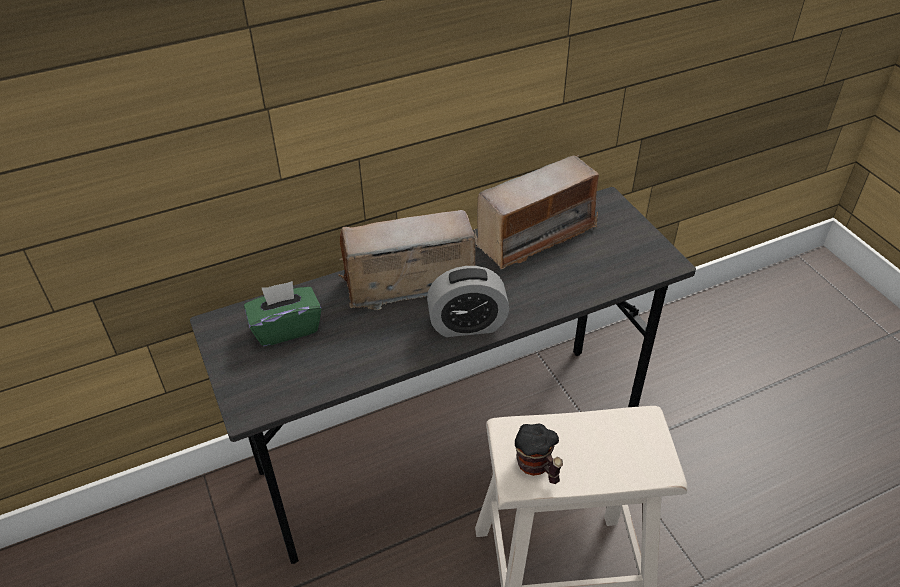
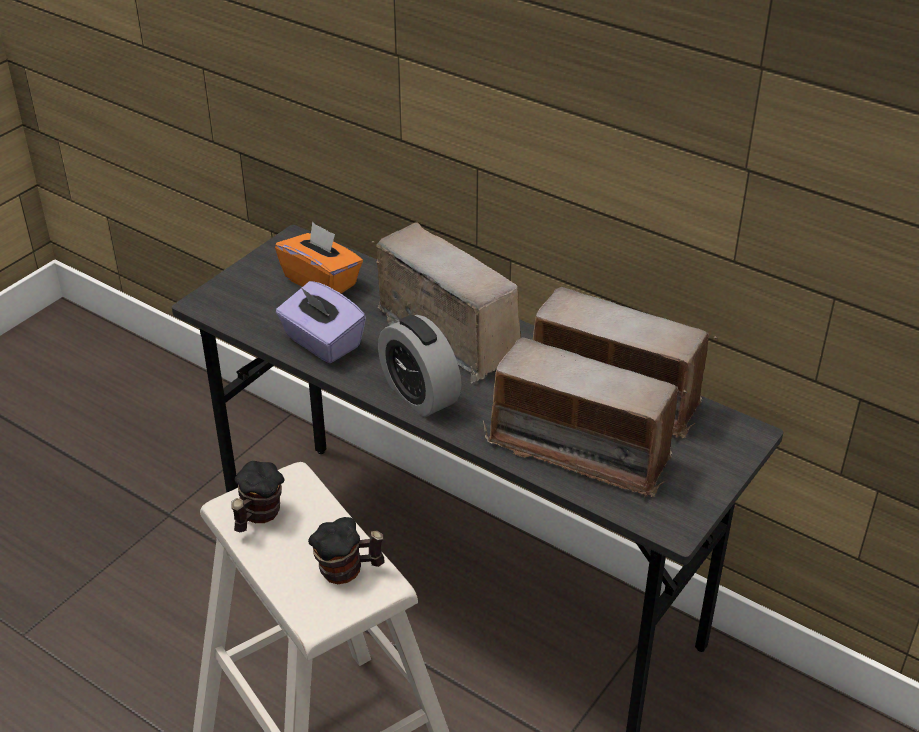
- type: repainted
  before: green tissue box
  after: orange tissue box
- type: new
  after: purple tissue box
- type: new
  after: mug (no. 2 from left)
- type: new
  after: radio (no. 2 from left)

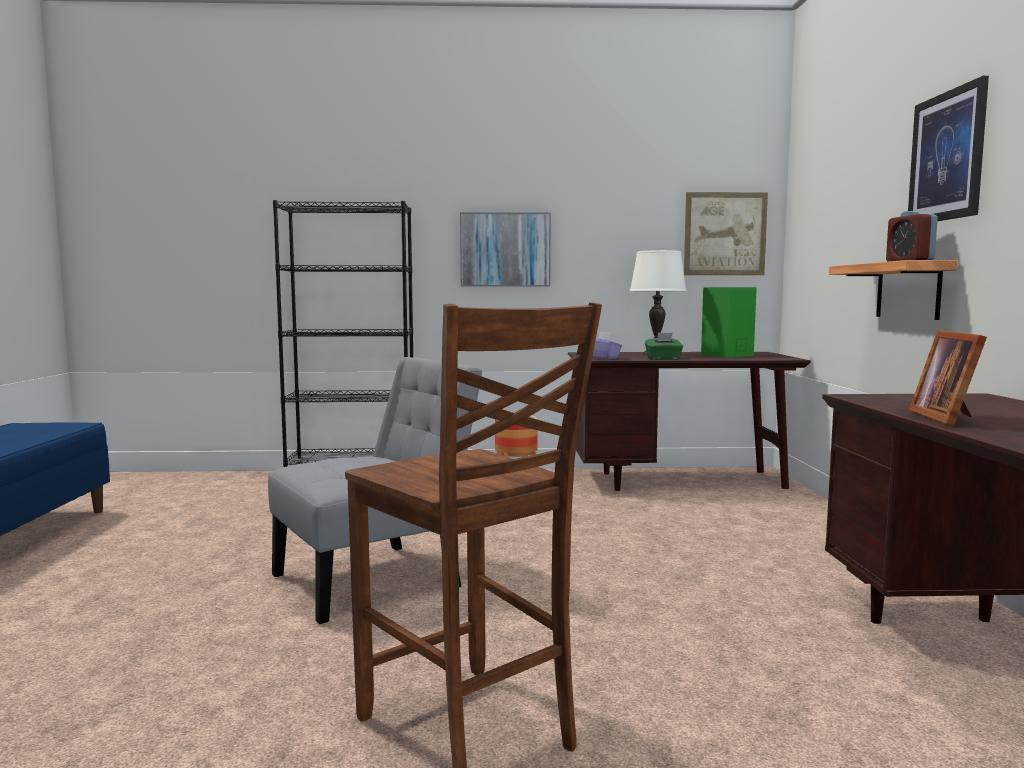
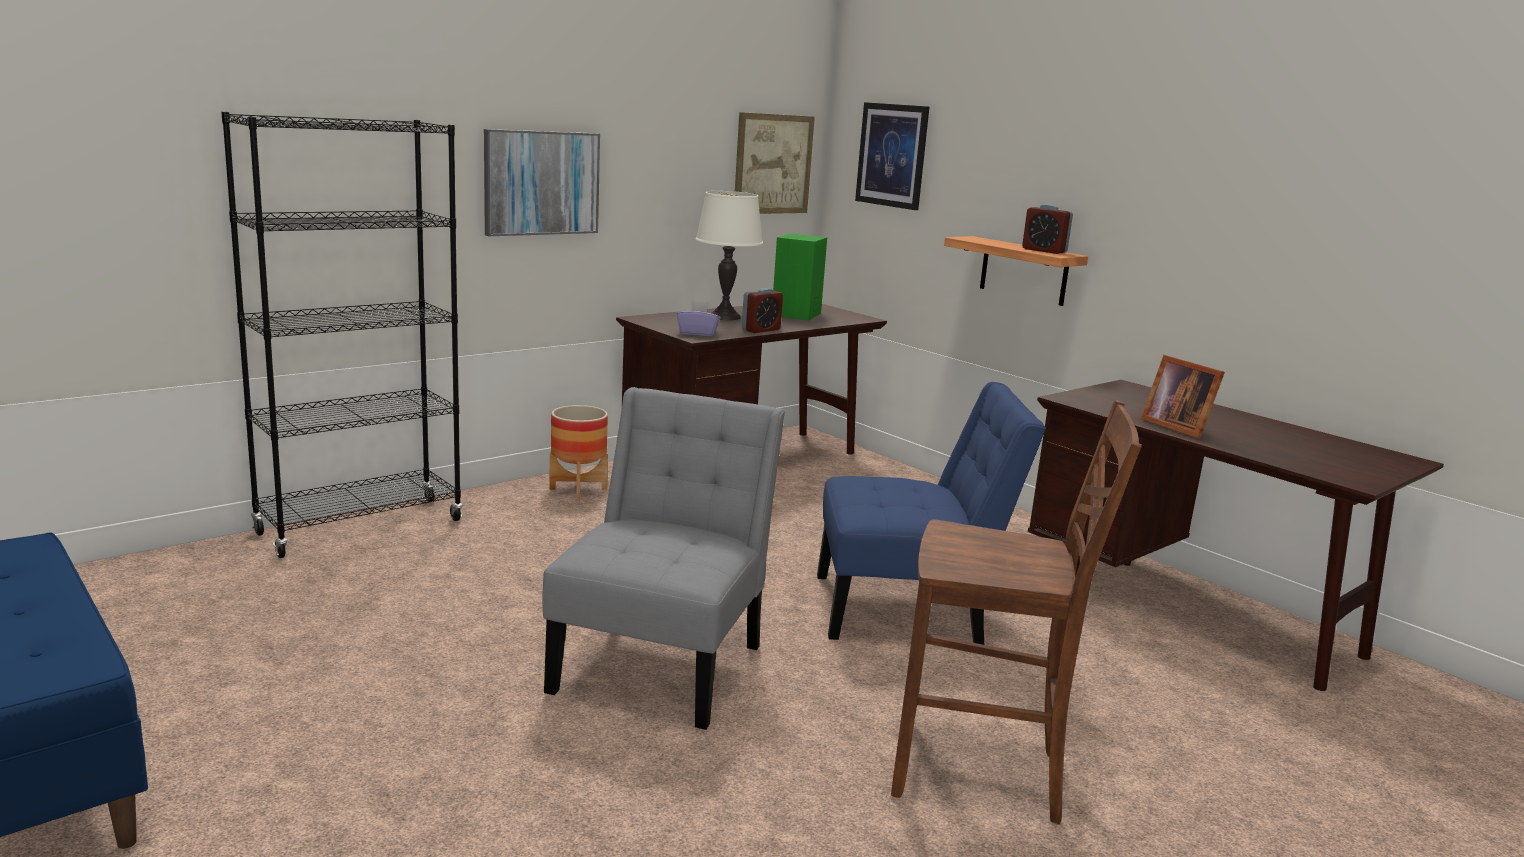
- type: swapped
  before: green tissue box
  after: alarm clock (no. 1 from left)
- type: shifted
  before: picture (no. 3 from left)
- type: new
  after: blue chair

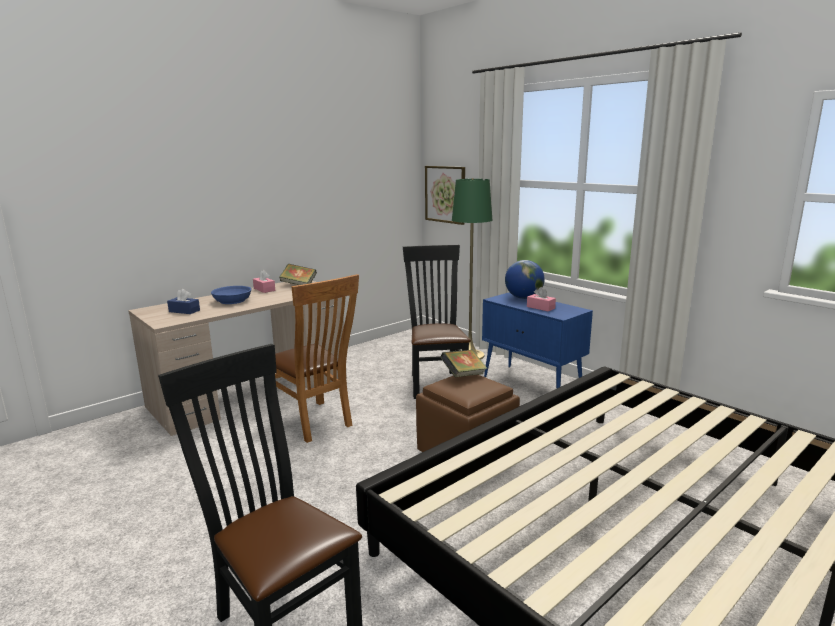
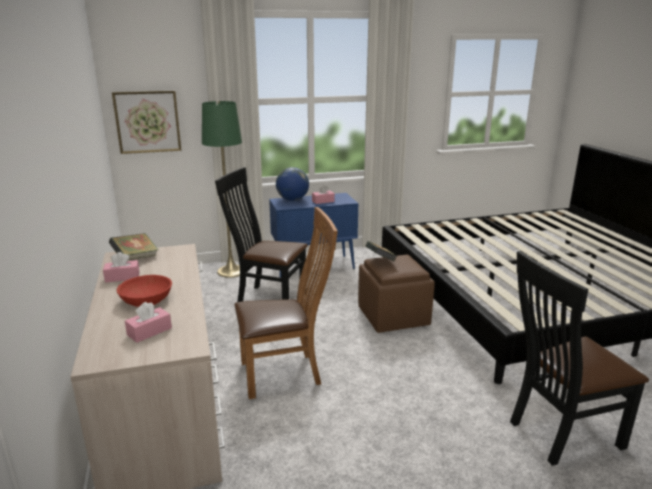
- type: repainted
  before: blue tissue box
  after: pink tissue box (no. 2 from left)
- type: repainted
  before: blue bowl
  after: red bowl

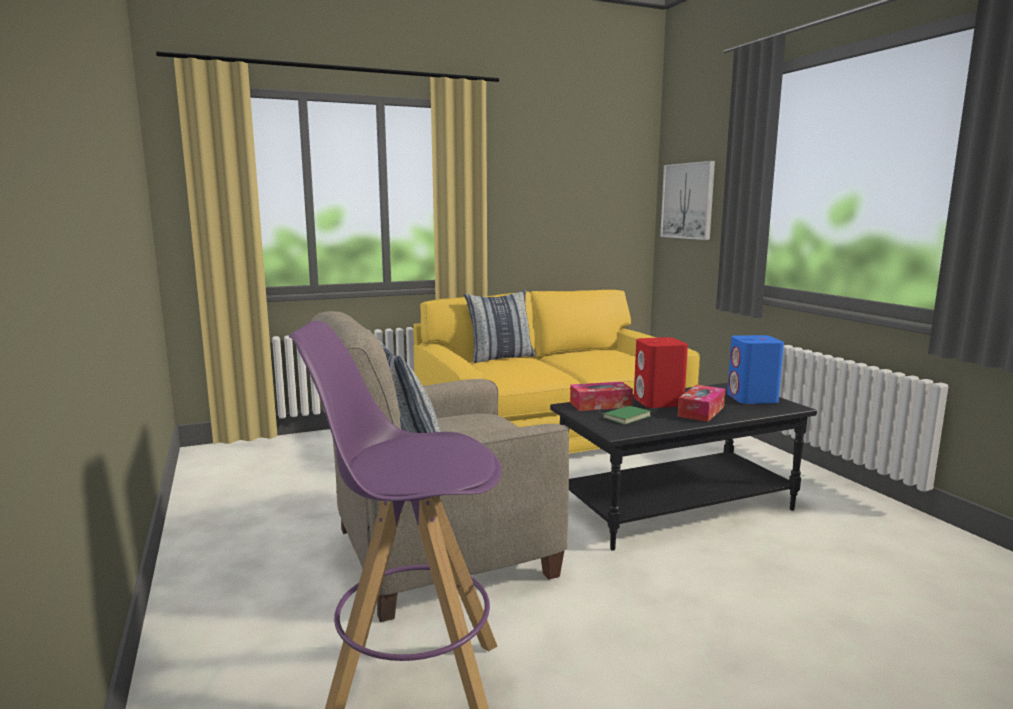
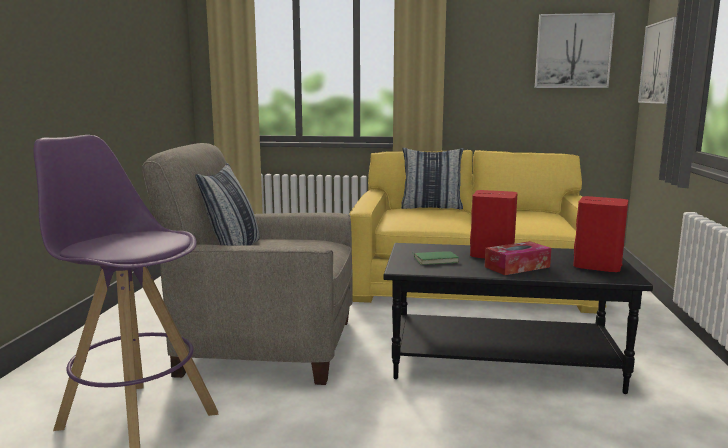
- type: gone
  before: tissue box (no. 1 from left)
- type: repainted
  before: blue speaker
  after: red speaker (no. 2 from left)
- type: new
  after: picture (no. 1 from left)

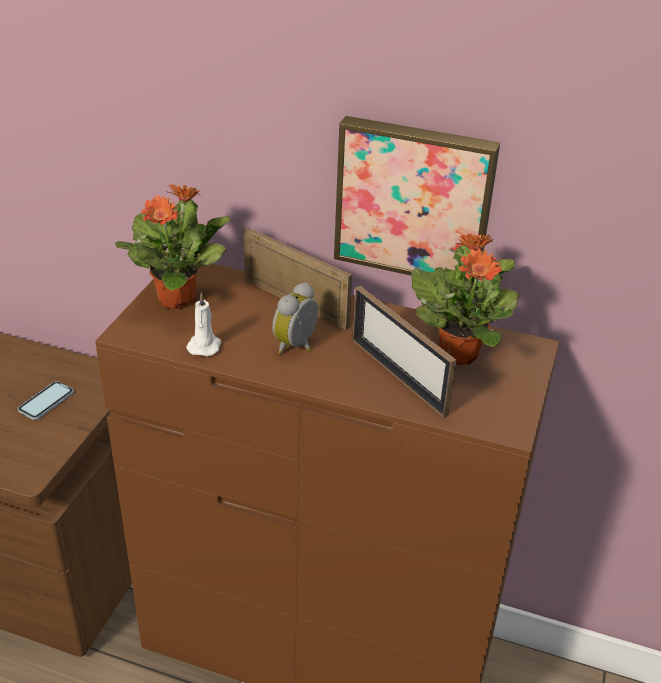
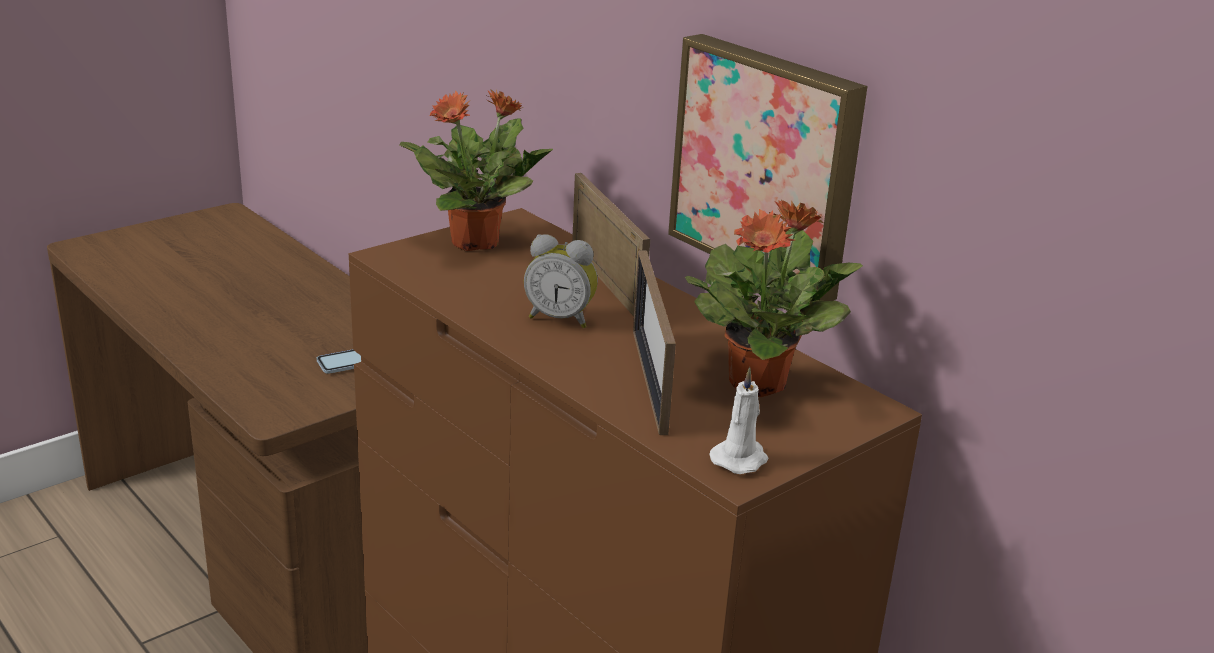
- type: shifted
  before: white candle
- type: rotated
  before: alarm clock
  turn: -135

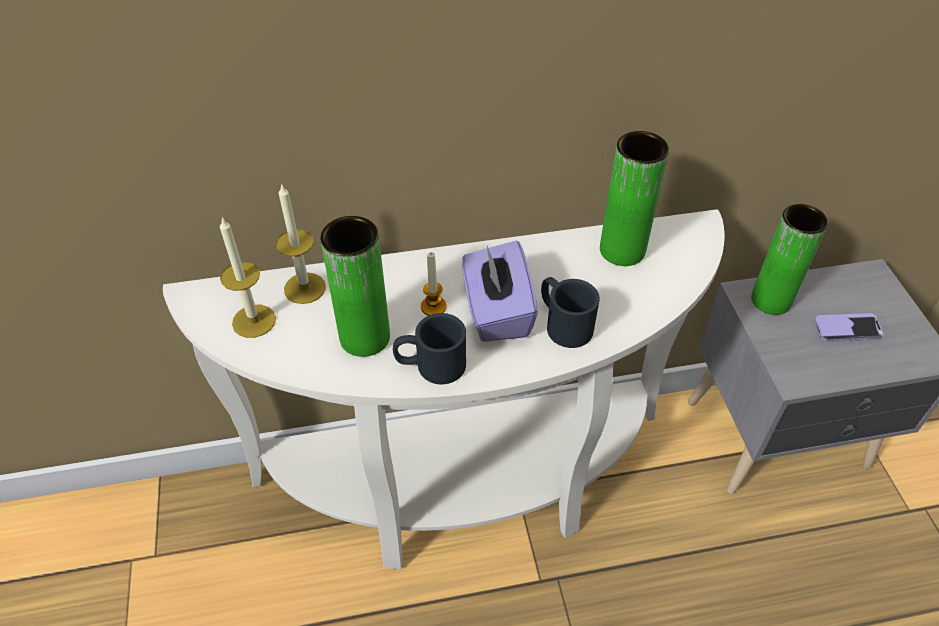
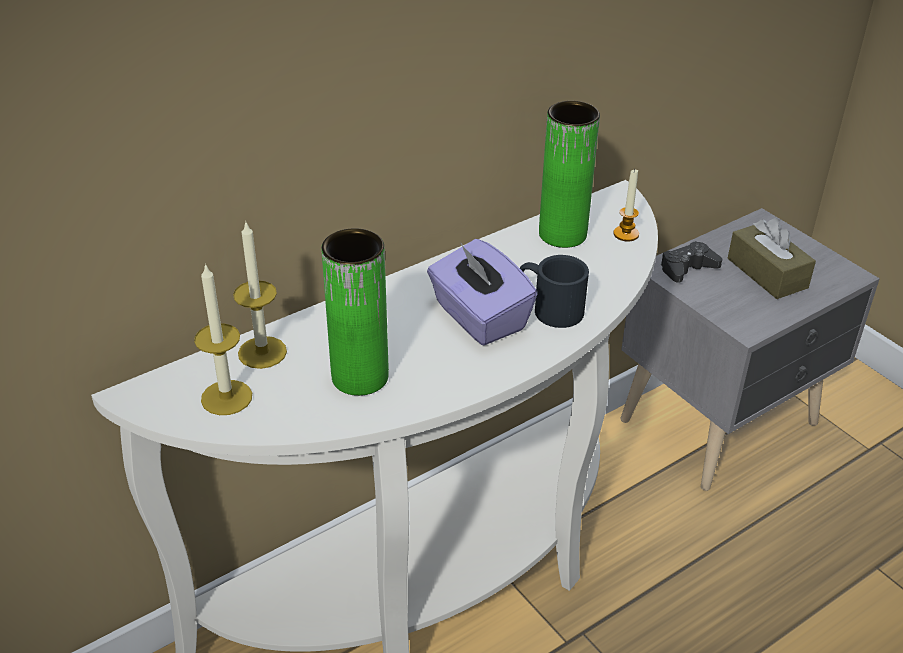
- type: gone
  before: black mug (no. 1 from left)
- type: shifted
  before: candle (no. 3 from left)
- type: swapped
  before: green vase (no. 3 from left)
  after: black game controller
- type: swapped
  before: phone
  after: brown tissue box

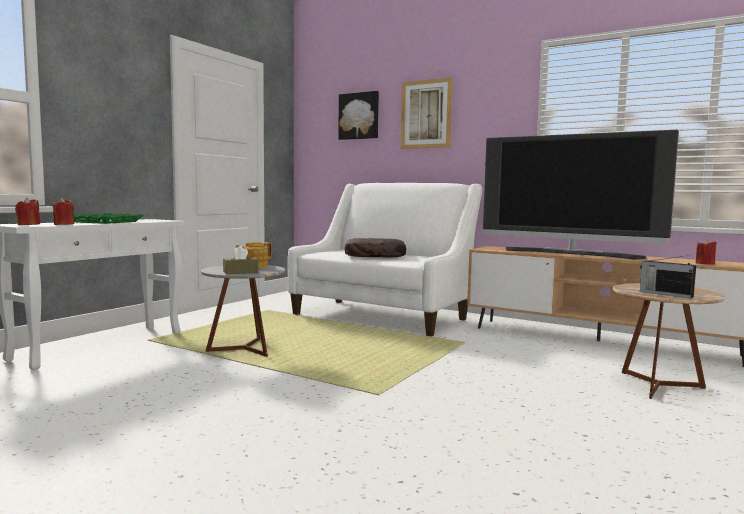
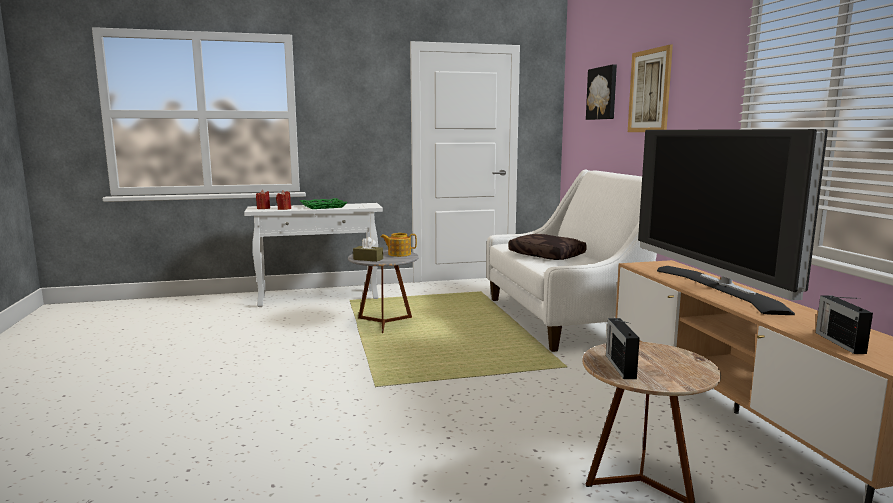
- type: swapped
  before: red candle (no. 3 from left)
  after: radio (no. 2 from left)

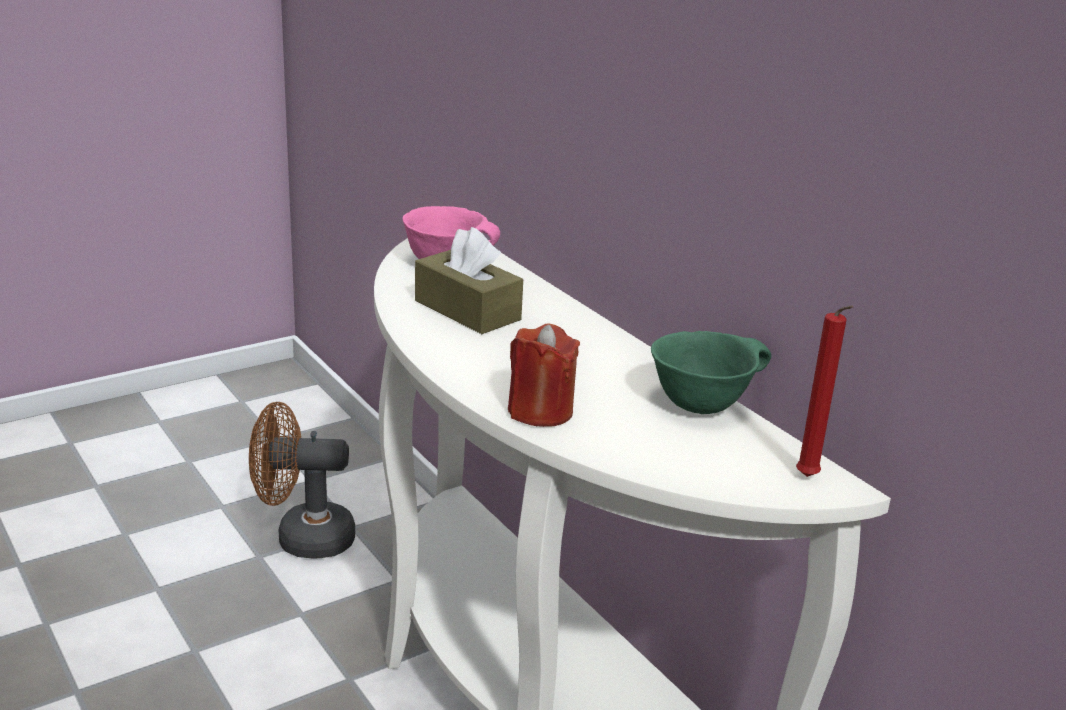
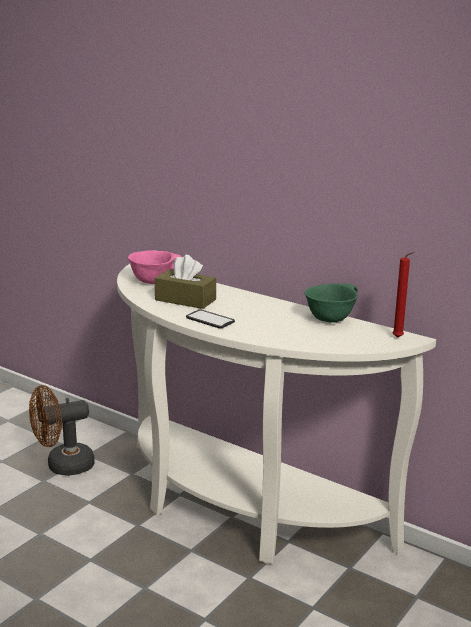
- type: gone
  before: red candle (no. 1 from left)
- type: new
  after: phone

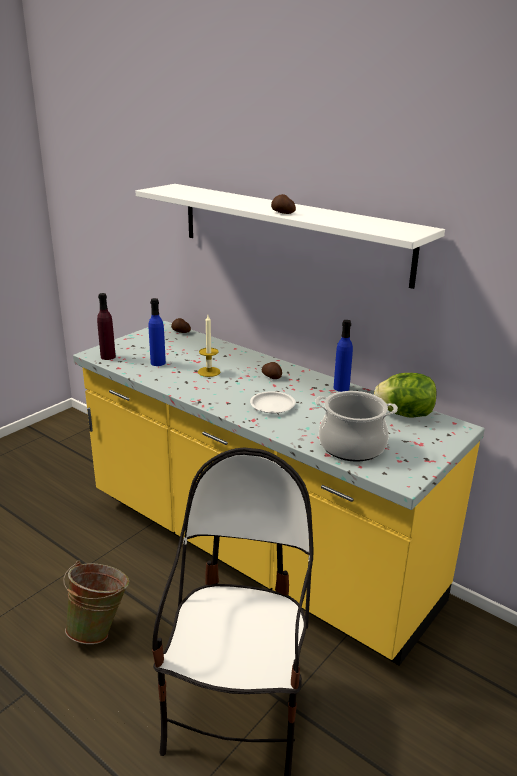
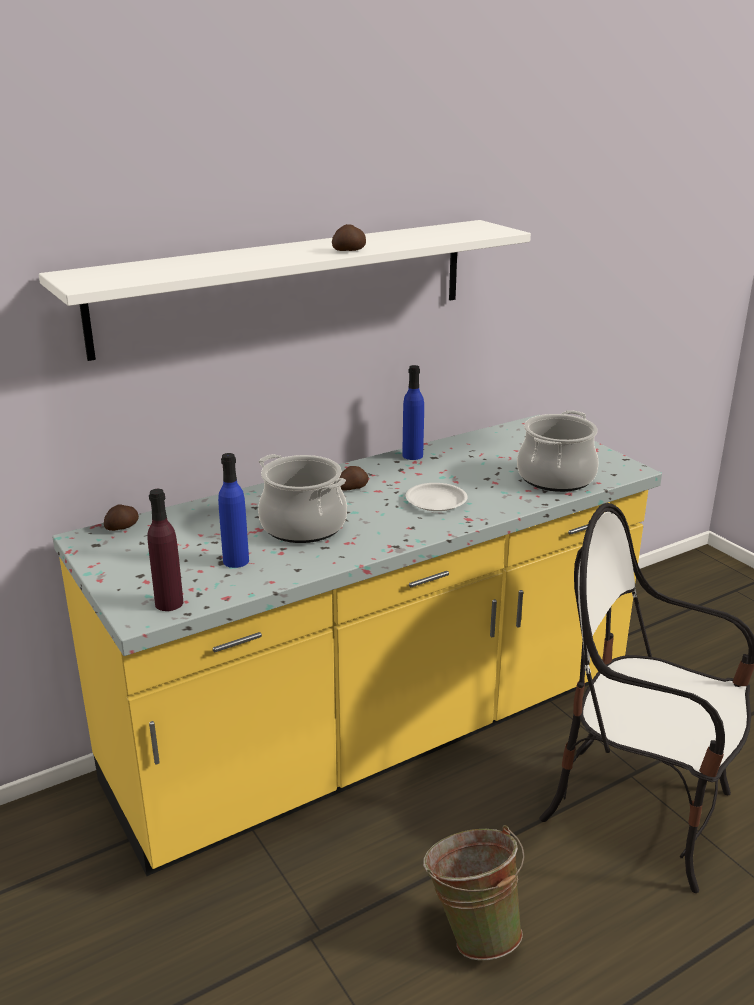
- type: swapped
  before: candle
  after: cooking pot (no. 1 from left)
- type: gone
  before: lettuce

